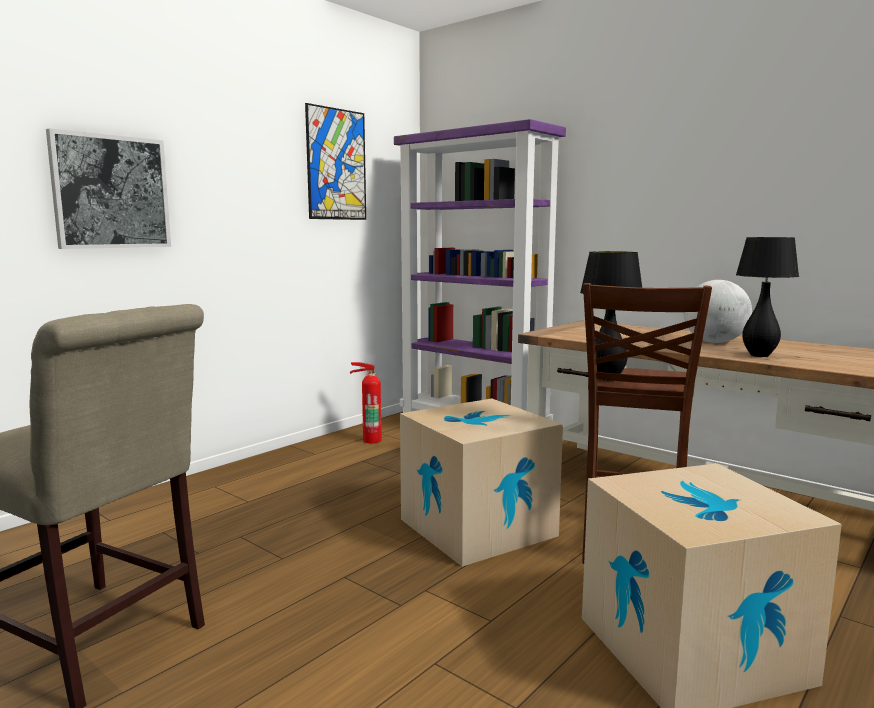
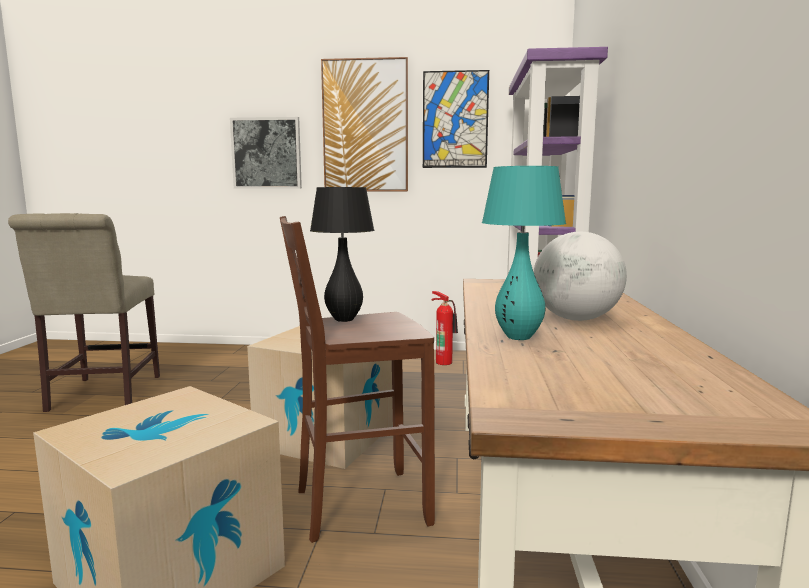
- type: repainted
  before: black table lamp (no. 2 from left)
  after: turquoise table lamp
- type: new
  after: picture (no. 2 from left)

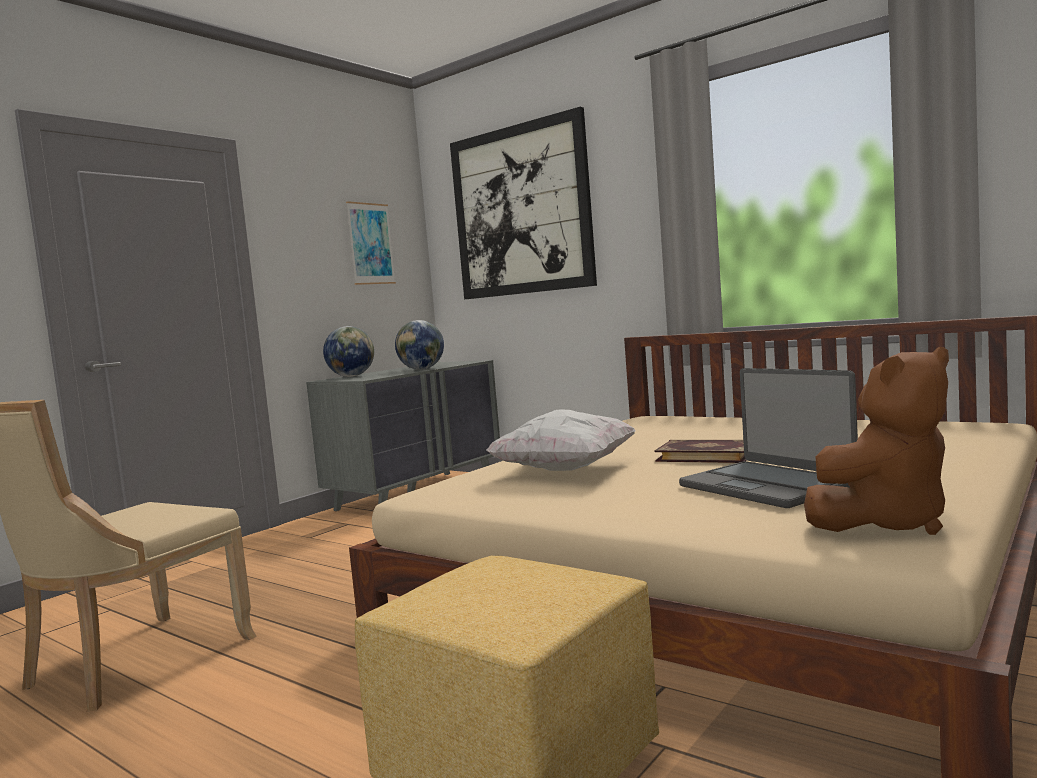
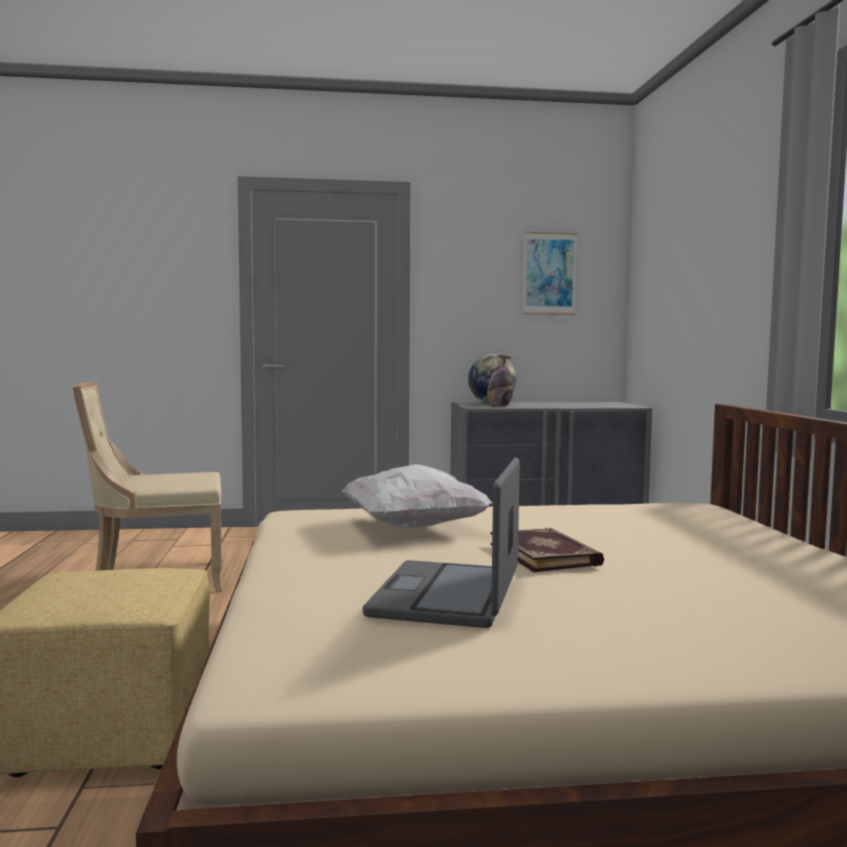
- type: gone
  before: globe (no. 2 from left)
- type: gone
  before: picture (no. 2 from left)
- type: gone
  before: brown plush toy
- type: new
  after: bottle

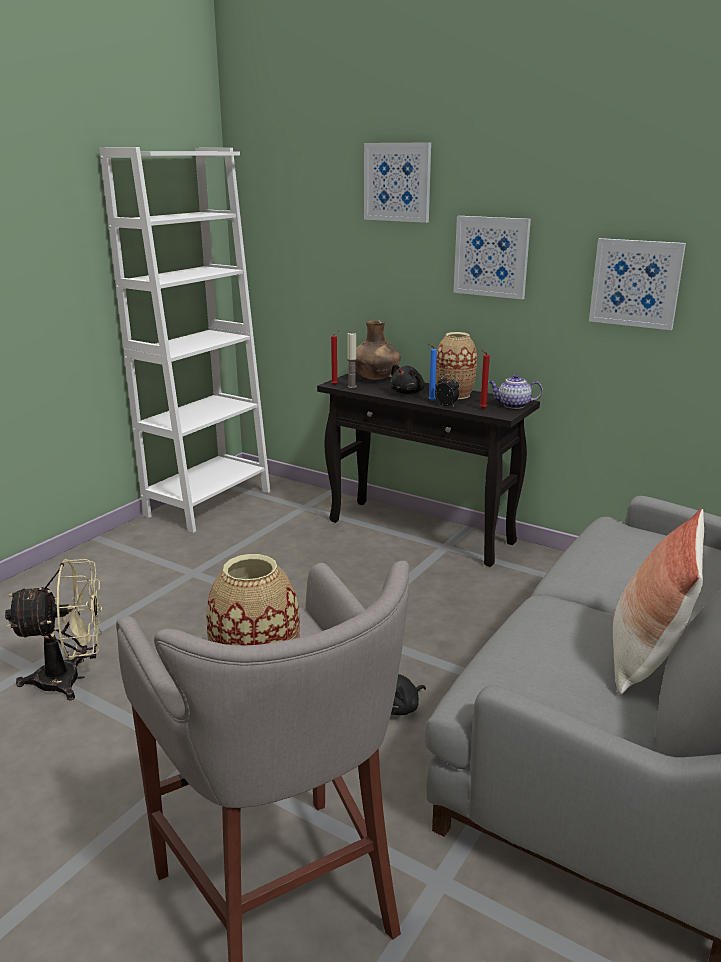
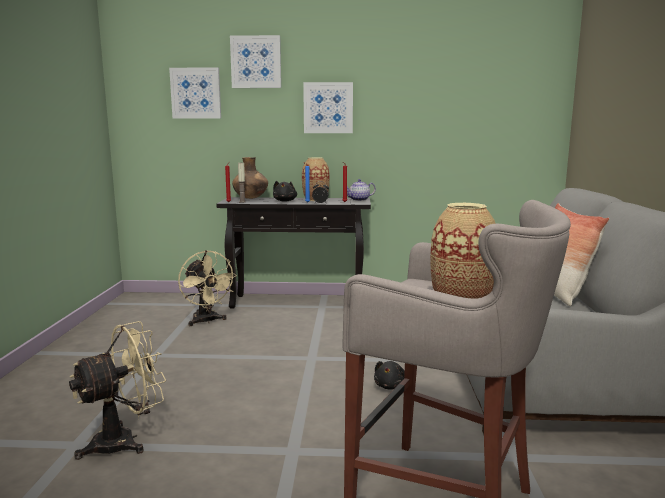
- type: gone
  before: white bookcase
- type: shifted
  before: picture (no. 3 from left in the first image)
  after: picture (no. 1 from left)
- type: new
  after: beige fan (no. 2 from left)

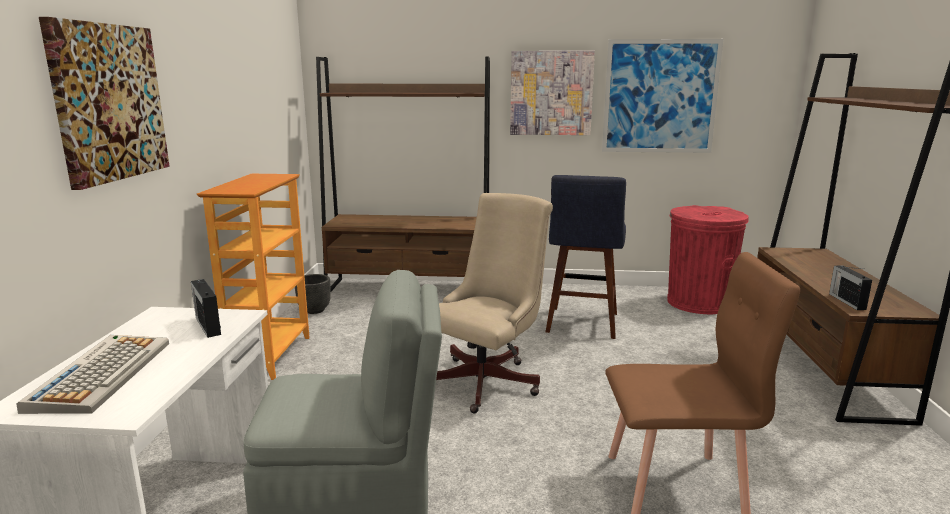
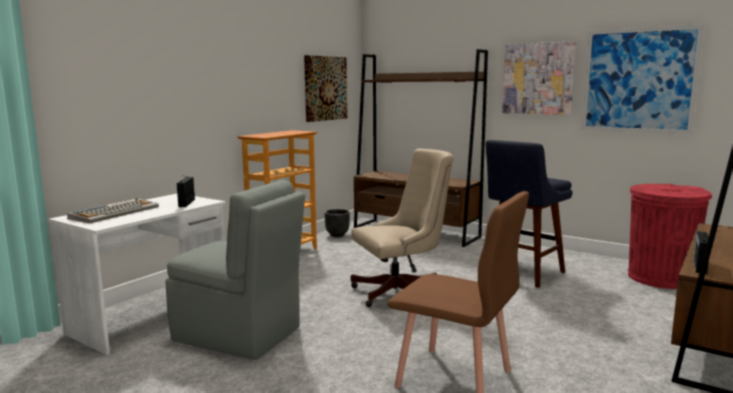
- type: shifted
  before: picture (no. 1 from left)

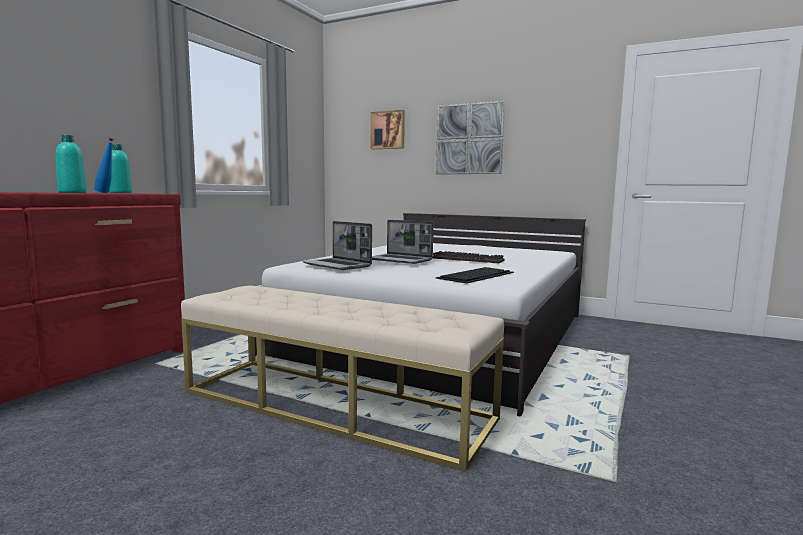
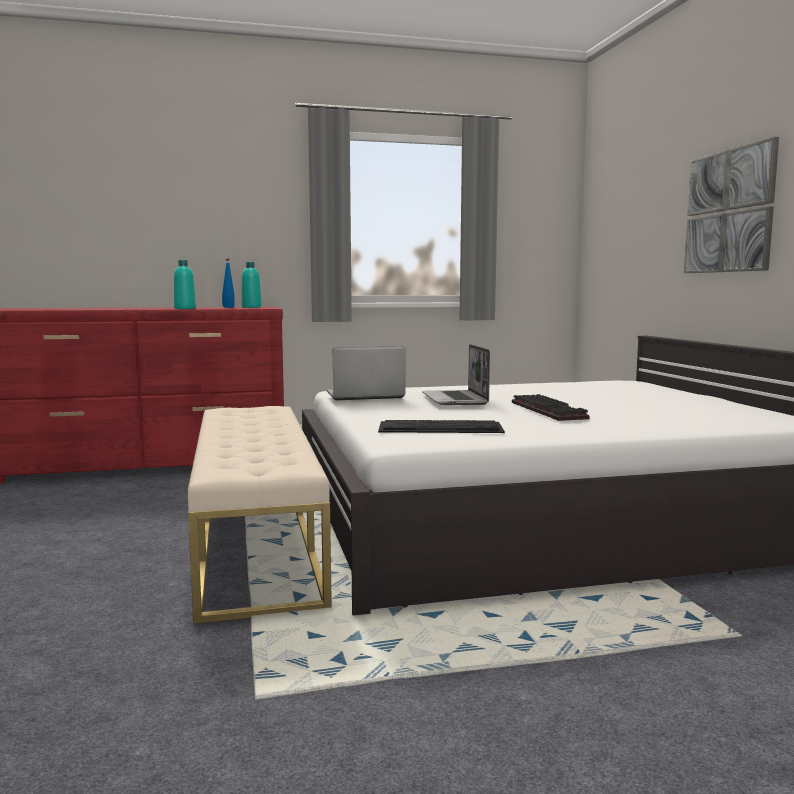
- type: rotated
  before: laptop (no. 1 from left)
  turn: 75
- type: gone
  before: picture (no. 1 from left)

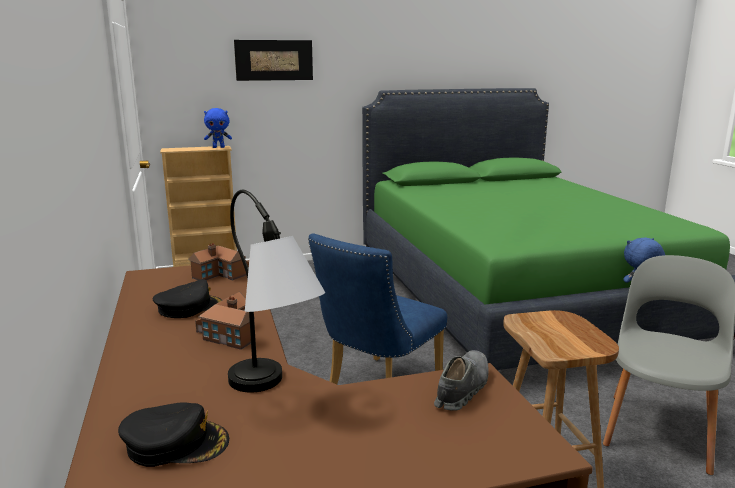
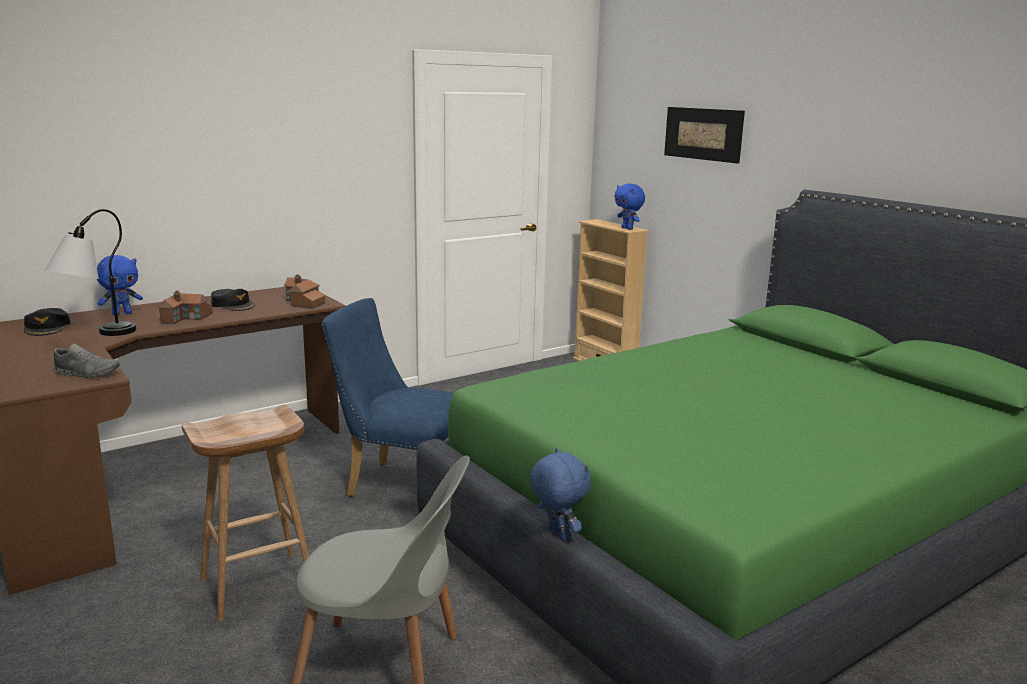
- type: new
  after: blue plush toy (no. 1 from left)

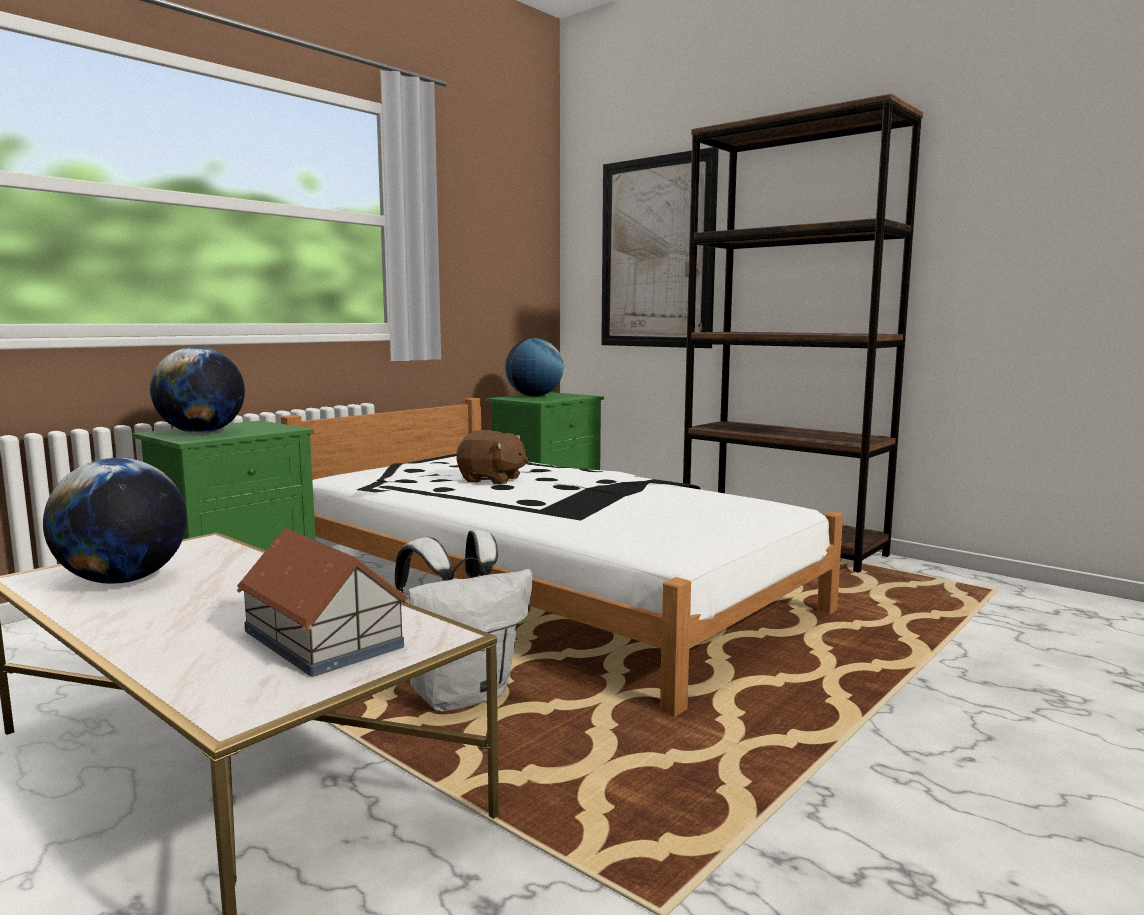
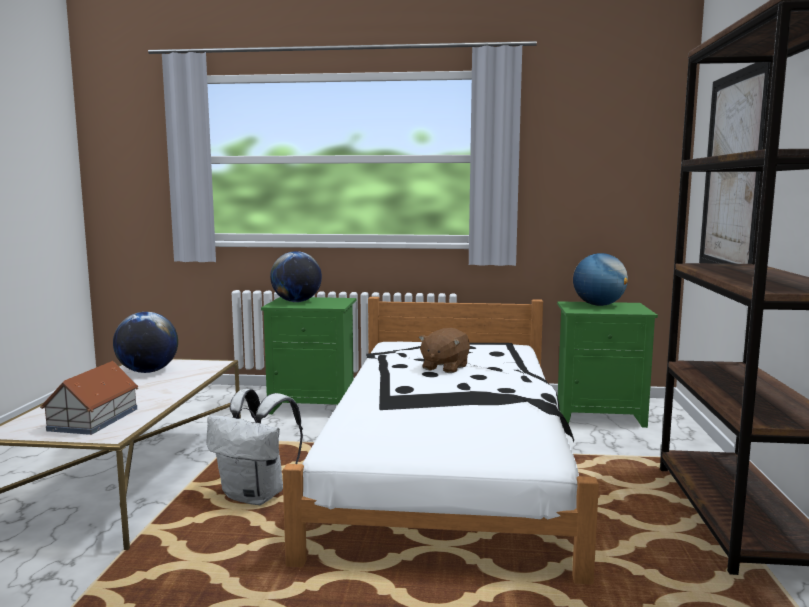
- type: rotated
  before: brown plush toy
  turn: 45

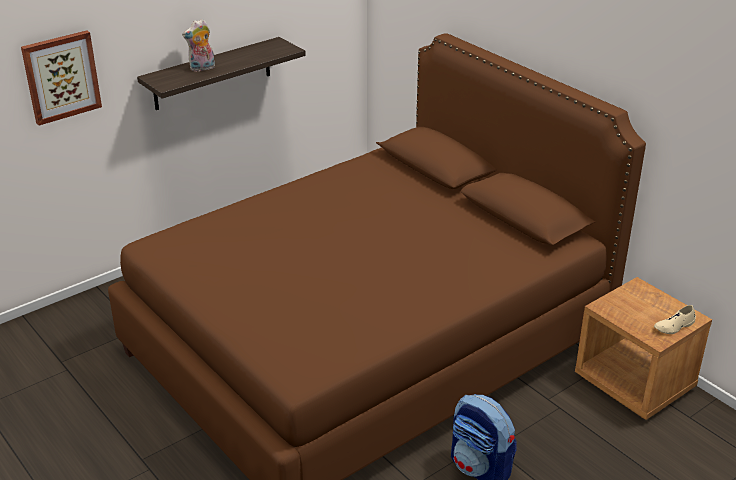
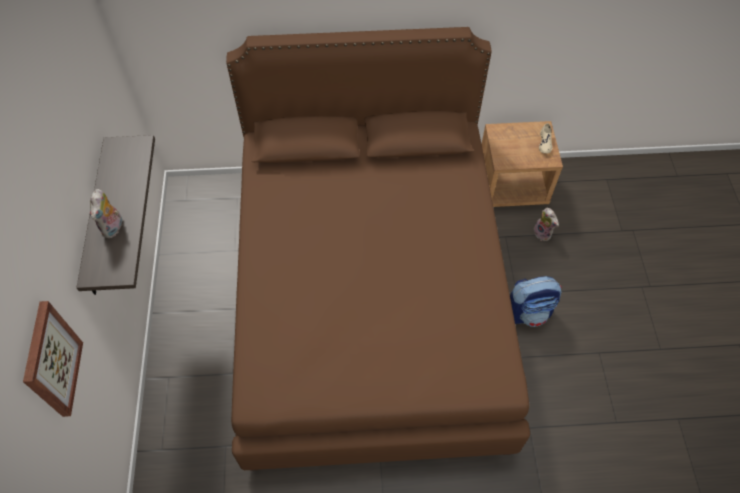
- type: new
  after: plush toy (no. 2 from left)

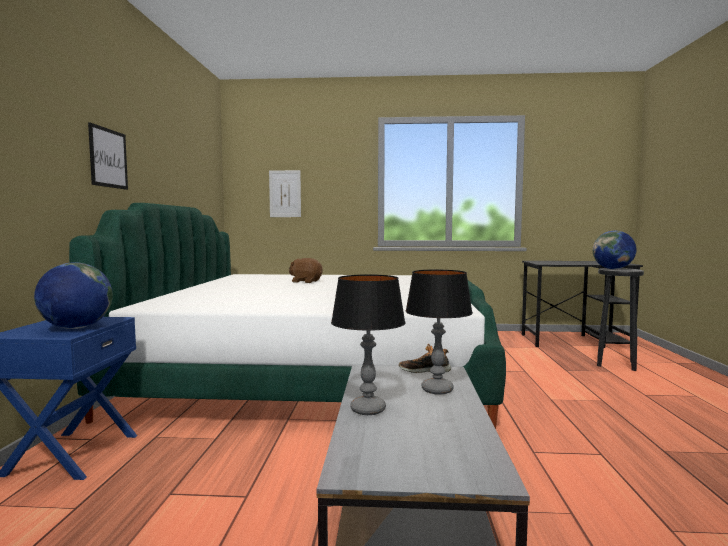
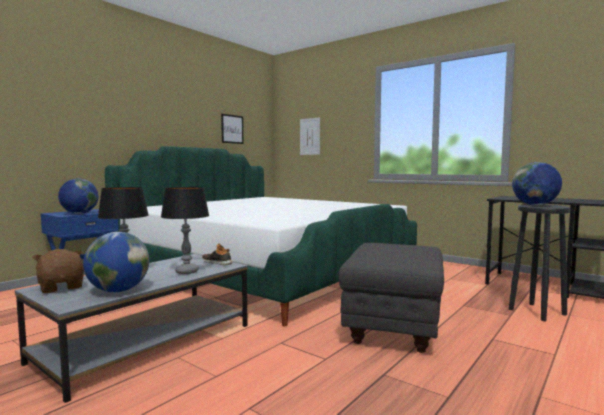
- type: shifted
  before: picture (no. 1 from left)
- type: shifted
  before: brown plush toy
- type: new
  after: globe (no. 2 from left)
- type: new
  after: grey ottoman

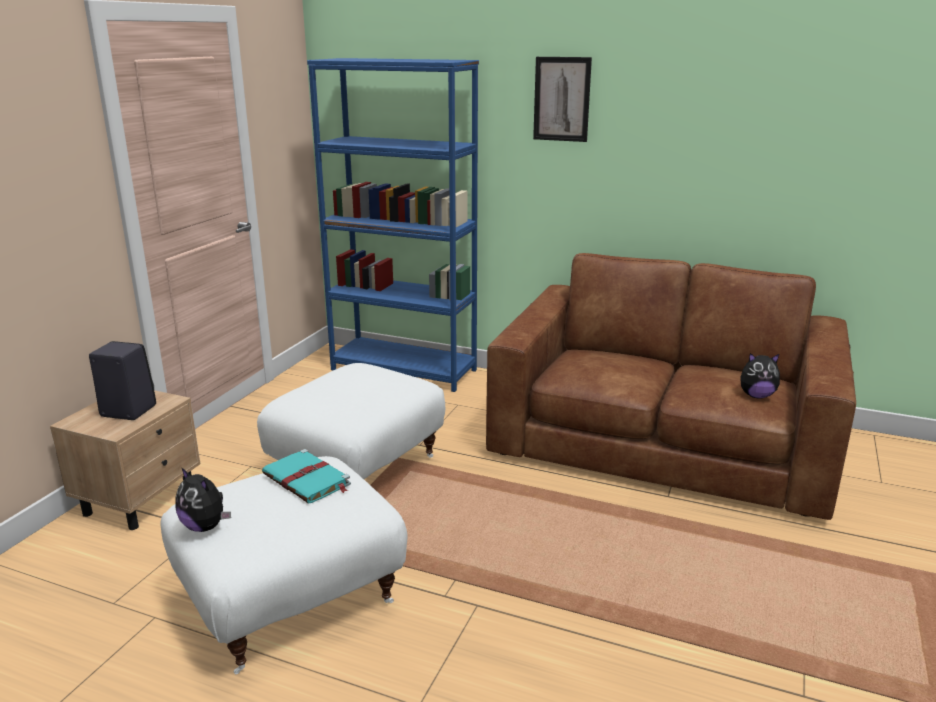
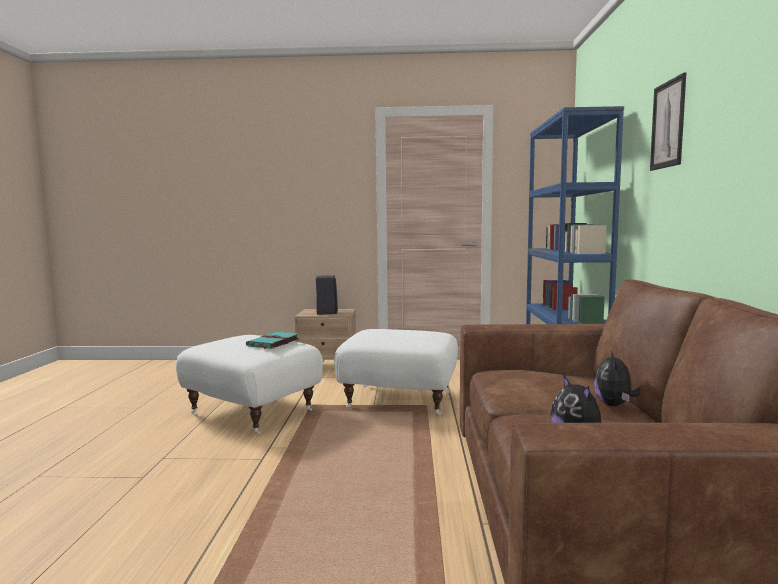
- type: shifted
  before: plush toy (no. 1 from left in the first image)
  after: plush toy (no. 2 from left)

